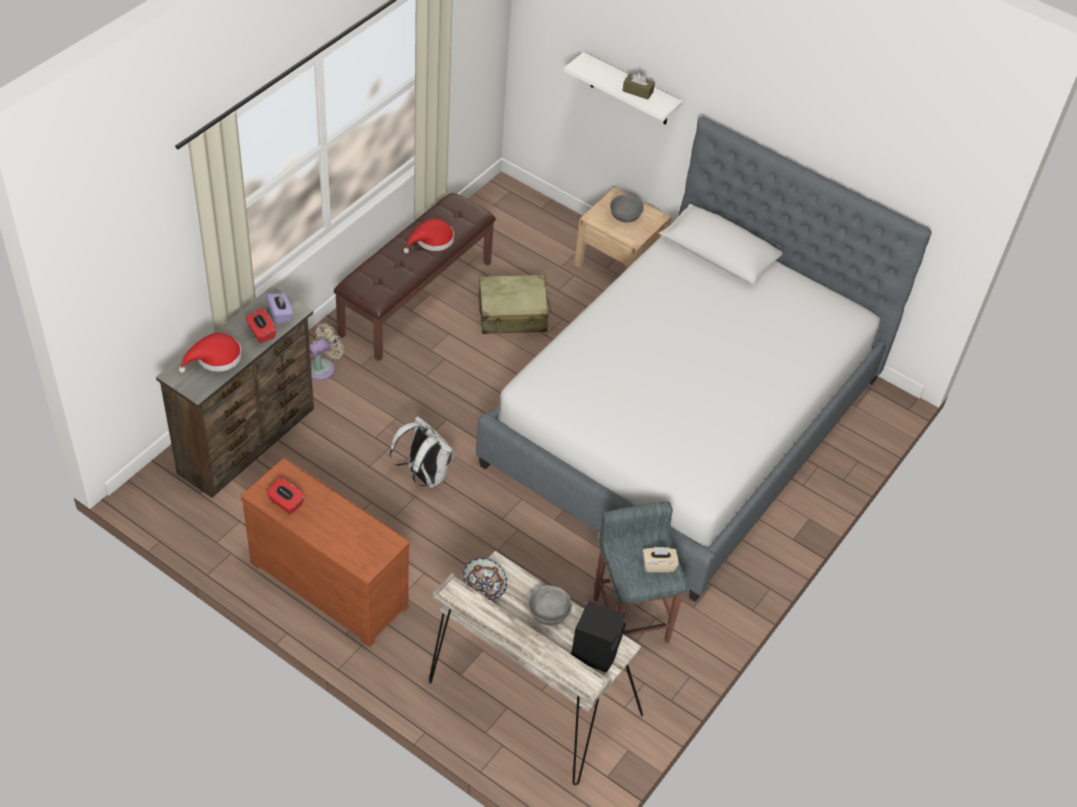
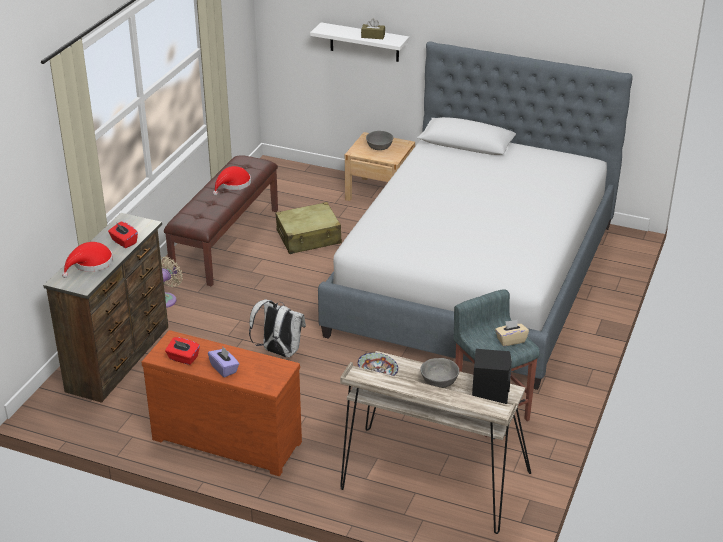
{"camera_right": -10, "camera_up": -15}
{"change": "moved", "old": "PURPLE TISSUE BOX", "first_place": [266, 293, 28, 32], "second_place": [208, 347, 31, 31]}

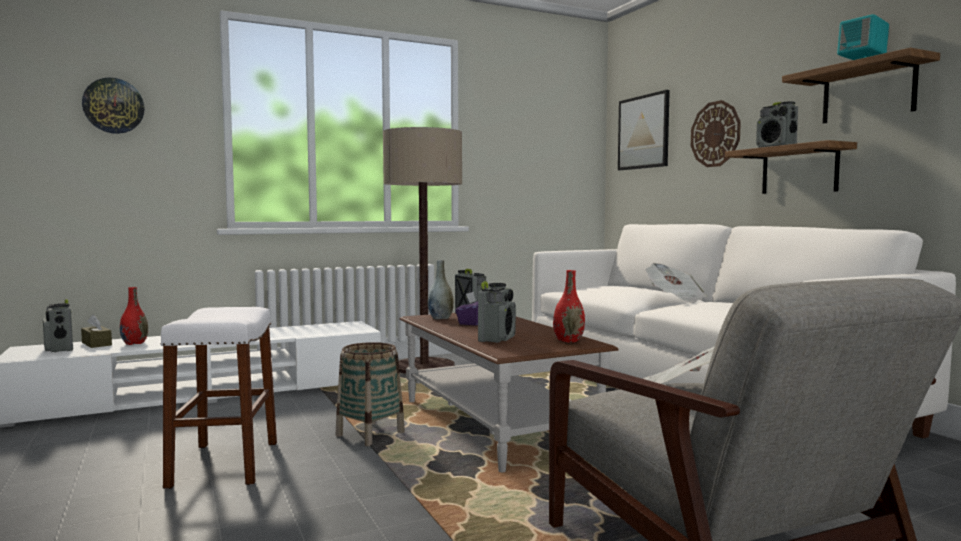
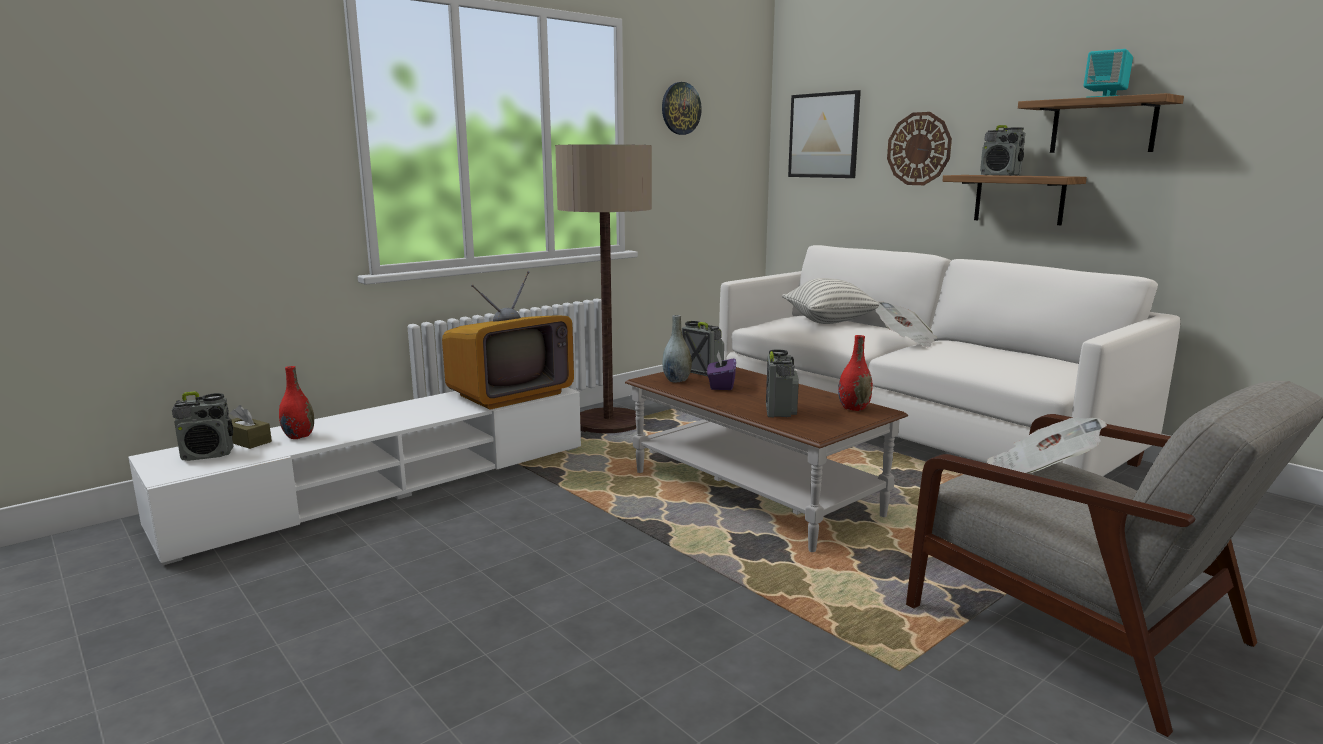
{"camera_right": -15, "camera_up": 10}
{"change": "removed", "old": "WHITE STOOL", "first_place": [160, 307, 117, 182]}
{"change": "removed", "old": "BASKET", "first_place": [336, 342, 69, 104]}
{"change": "added", "new": "TELEVISION", "second_place": [442, 271, 132, 138]}
{"change": "added", "new": "PILLOW", "second_place": [782, 278, 97, 46]}
{"change": "moved", "old": "WALL CLOCK", "first_place": [82, 78, 62, 56], "second_place": [662, 82, 40, 53]}
{"change": "turned", "old": "RADIO", "first_place": [43, 299, 30, 53], "second_place": [172, 392, 61, 69], "degrees": -60}

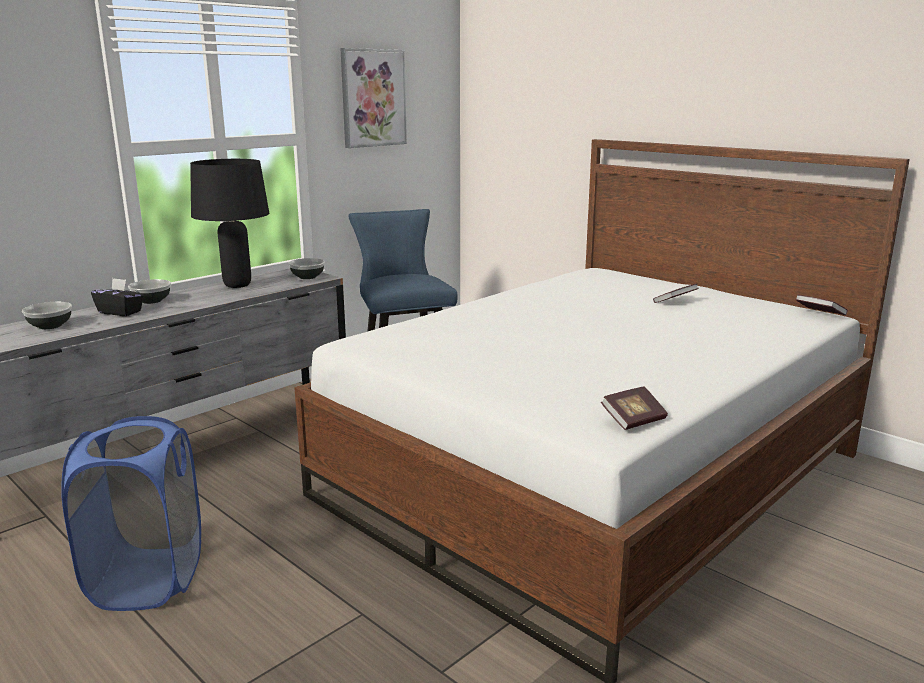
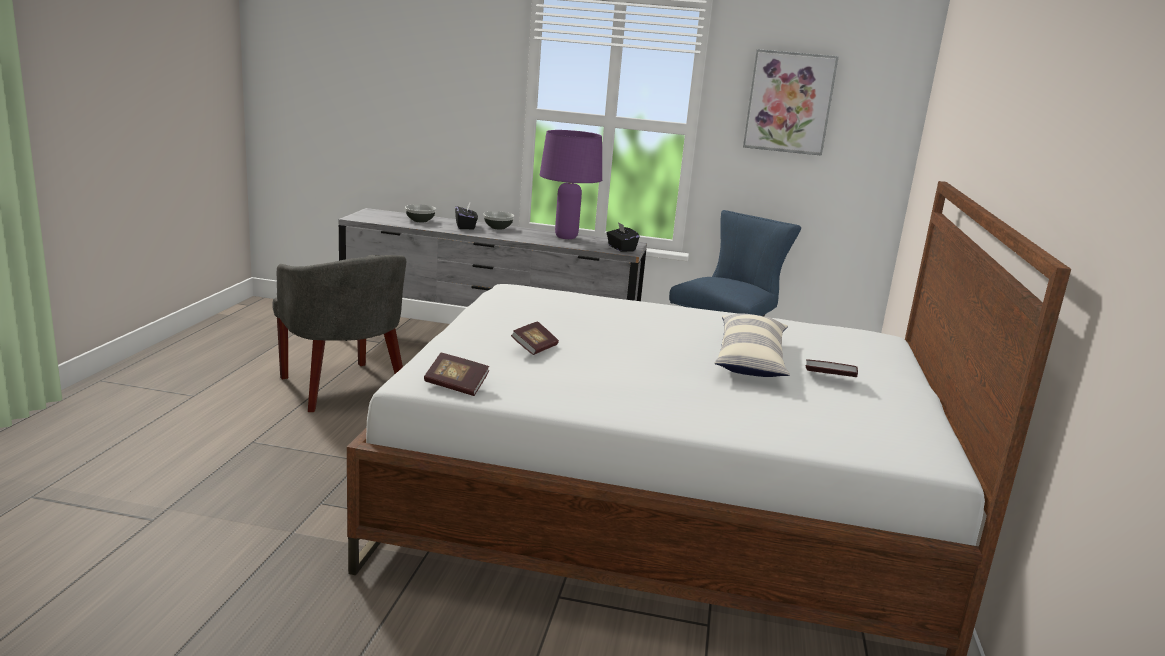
{"camera_right": 55, "camera_up": 0}
{"change": "added", "new": "PILLOW", "second_place": [714, 313, 76, 64]}
{"change": "moved", "old": "BOOK", "first_place": [796, 295, 52, 20], "second_place": [511, 321, 48, 34]}
{"change": "replaced", "old": "BLUE LAUNDRY BASKET", "new": "GREY ARMCHAIR", "first_place": [61, 416, 140, 195], "second_place": [272, 255, 134, 157]}
{"change": "replaced", "old": "BOWL", "new": "BLACK TISSUE BOX", "first_place": [288, 258, 37, 21], "second_place": [607, 222, 33, 30]}
{"change": "recoloured", "old": "BLACK TABLE LAMP", "new": "PURPLE TABLE LAMP", "first_place": [190, 159, 79, 129], "second_place": [540, 130, 62, 109]}

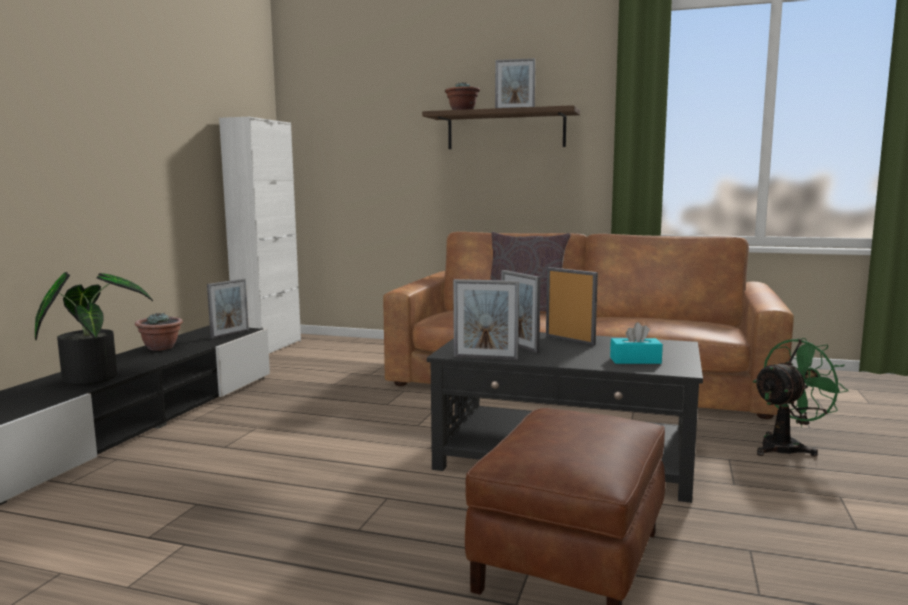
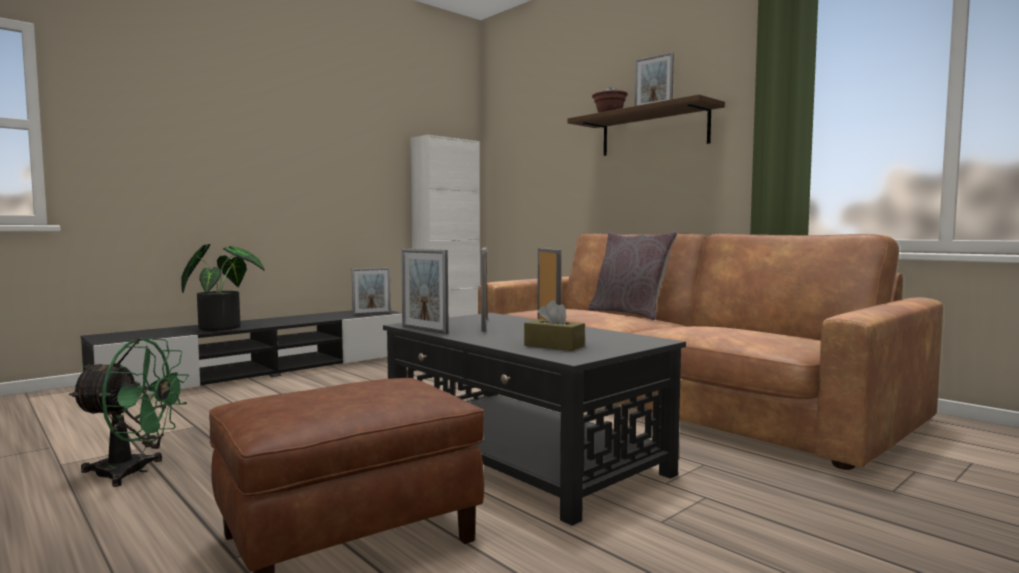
{"camera_right": 30, "camera_up": -5}
{"change": "removed", "old": "POTTED PLANT", "first_place": [135, 312, 48, 39]}
{"change": "moved", "old": "GREEN FAN", "first_place": [753, 338, 96, 119], "second_place": [69, 338, 121, 149]}
{"change": "recoloured", "old": "TURQUOISE TISSUE BOX", "new": "BROWN TISSUE BOX", "first_place": [610, 322, 53, 42], "second_place": [524, 300, 61, 51]}

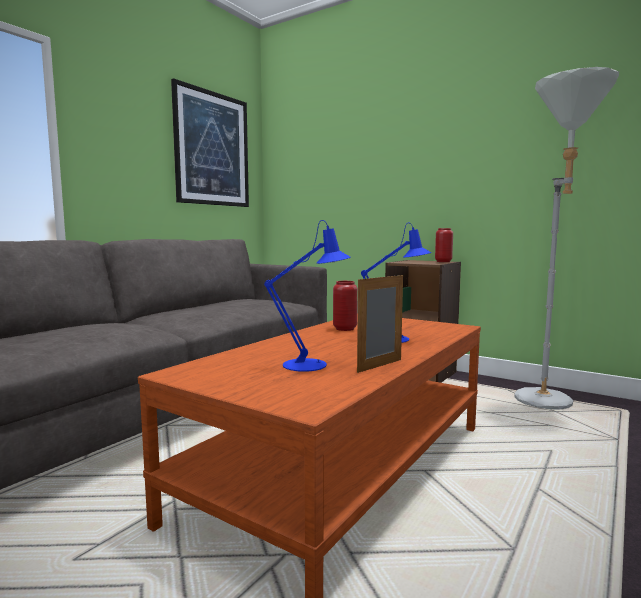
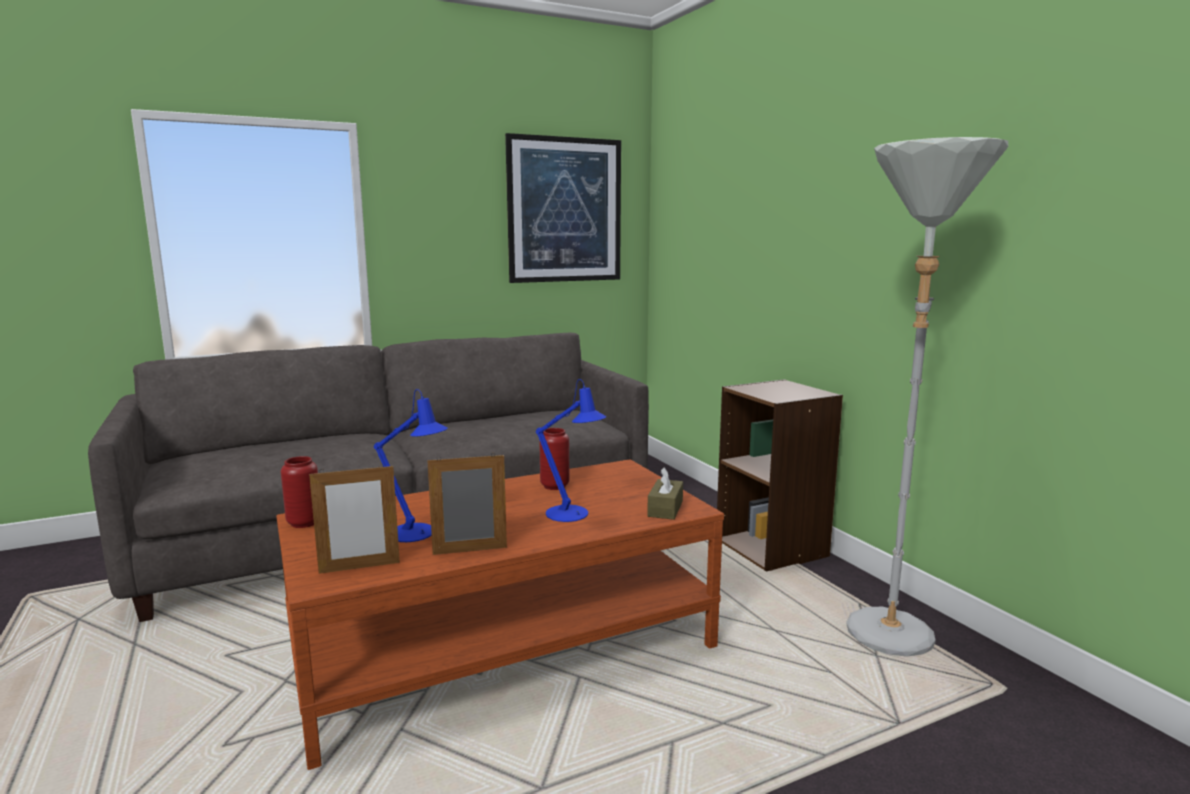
{"camera_right": 30, "camera_up": 5}
{"change": "added", "new": "PICTURE FRAME", "second_place": [309, 464, 91, 110]}
{"change": "added", "new": "BROWN TISSUE BOX", "second_place": [647, 467, 36, 53]}
{"change": "moved", "old": "RED VASE", "first_place": [435, 228, 18, 34], "second_place": [281, 456, 37, 72]}

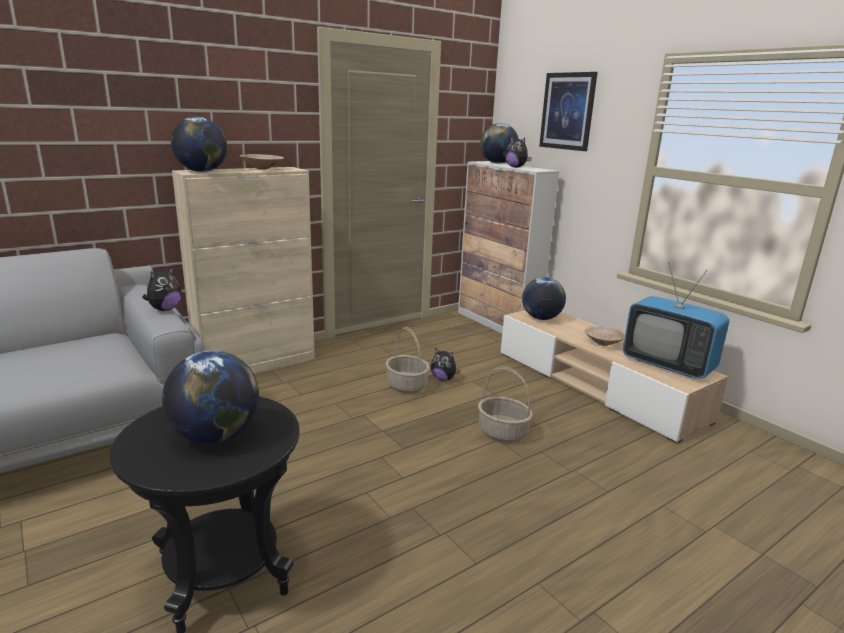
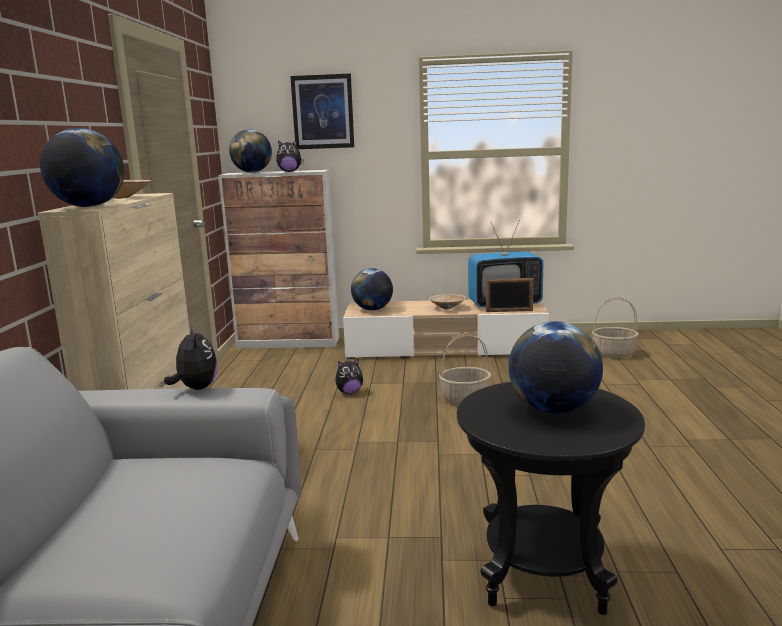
{"camera_right": -50, "camera_up": -5}
{"change": "added", "new": "PICTURE FRAME", "second_place": [486, 278, 48, 34]}
{"change": "moved", "old": "BASKET", "first_place": [386, 327, 44, 67], "second_place": [592, 297, 47, 61]}

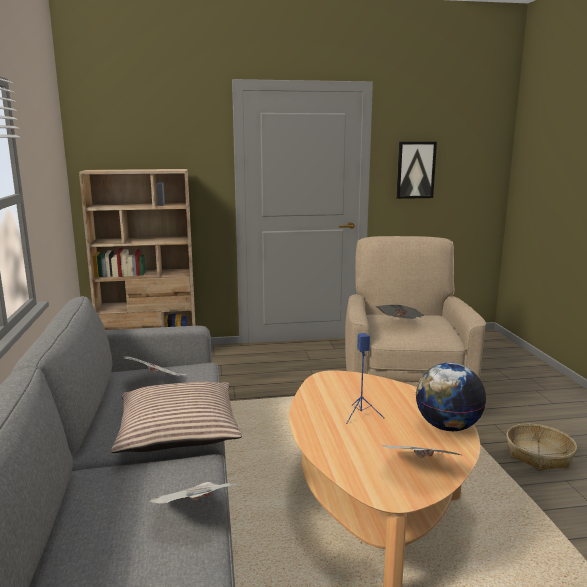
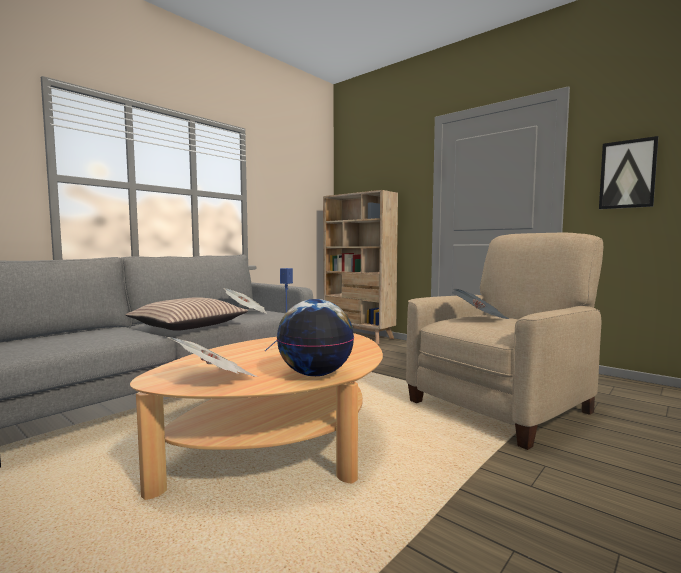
{"camera_right": 50, "camera_up": -10}
{"change": "removed", "old": "NEWSPAPER", "first_place": [150, 482, 90, 22]}
{"change": "removed", "old": "BASKET", "first_place": [506, 424, 71, 47]}

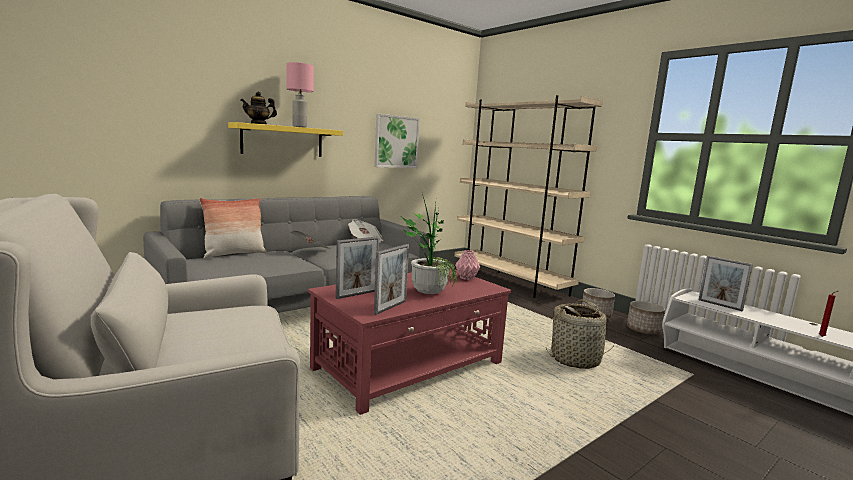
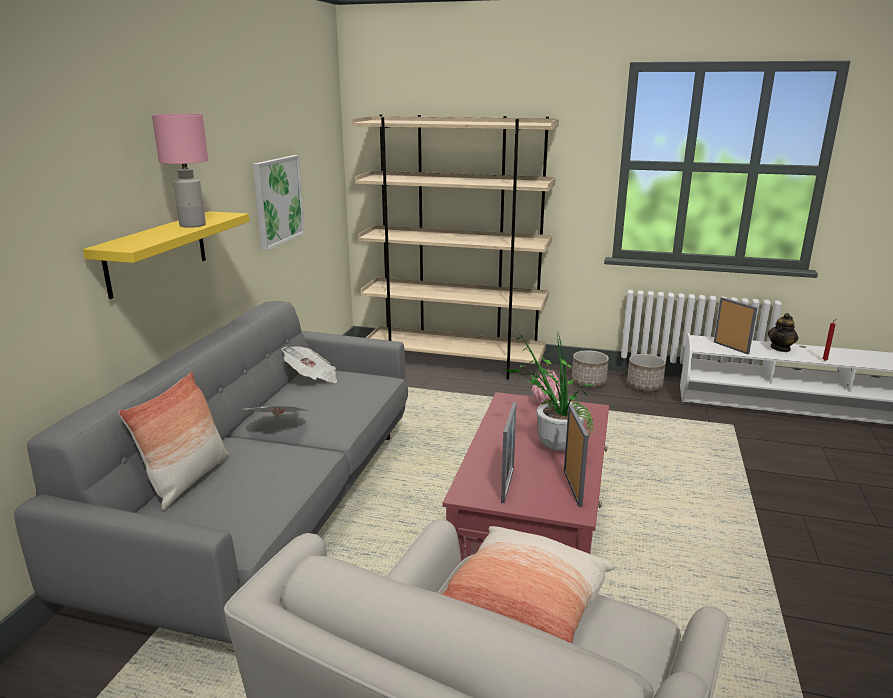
{"camera_right": -35, "camera_up": 10}
{"change": "removed", "old": "BASKET", "first_place": [546, 299, 70, 70]}
{"change": "added", "new": "PILLOW", "second_place": [442, 526, 174, 118]}
{"change": "moved", "old": "TEAPOT", "first_place": [240, 91, 37, 33], "second_place": [768, 313, 30, 39]}
{"change": "turned", "old": "PICTURE FRAME", "first_place": [699, 255, 54, 57], "second_place": [714, 297, 43, 57], "degrees": -135}

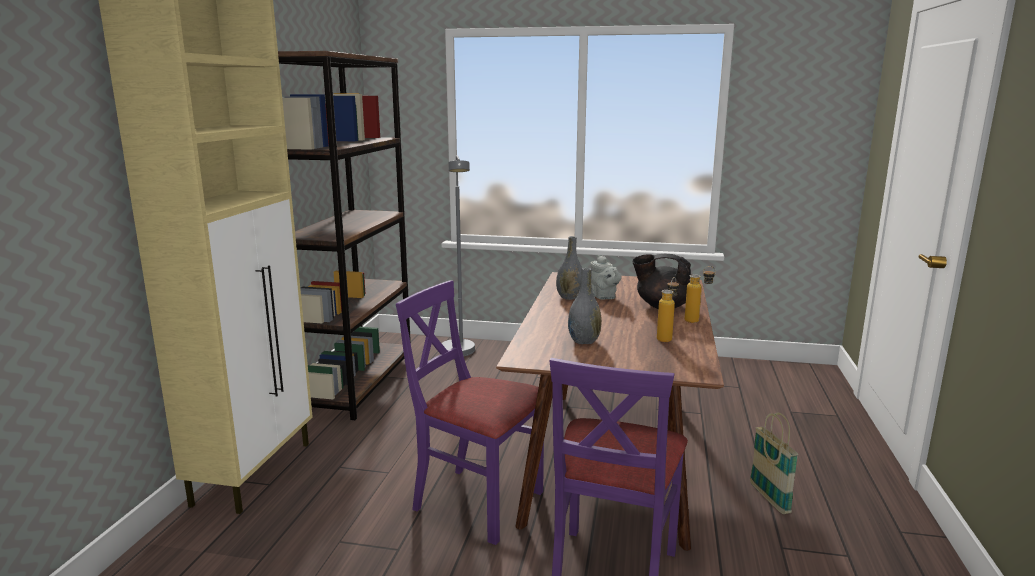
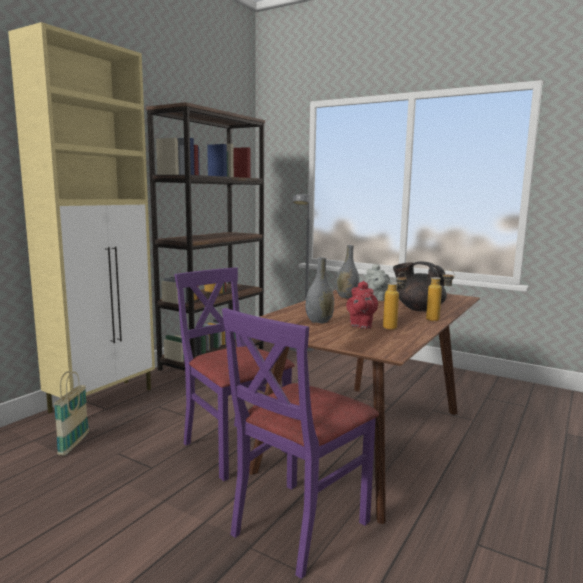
{"camera_right": 20, "camera_up": -5}
{"change": "added", "new": "RED TEAPOT", "second_place": [346, 281, 32, 48]}
{"change": "moved", "old": "BASKET", "first_place": [750, 413, 48, 101], "second_place": [54, 371, 35, 85]}

